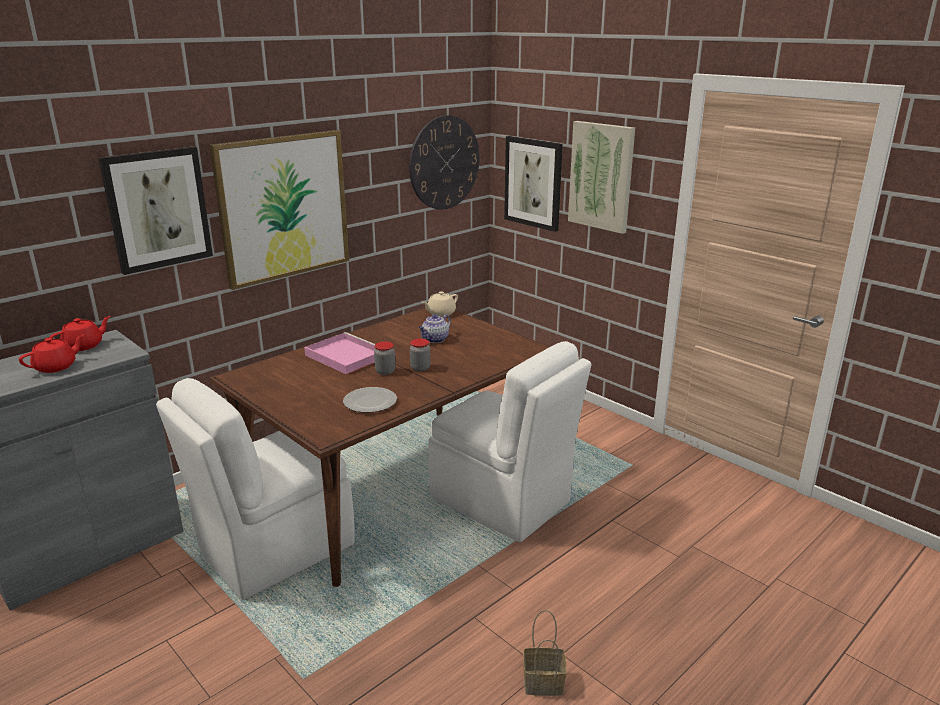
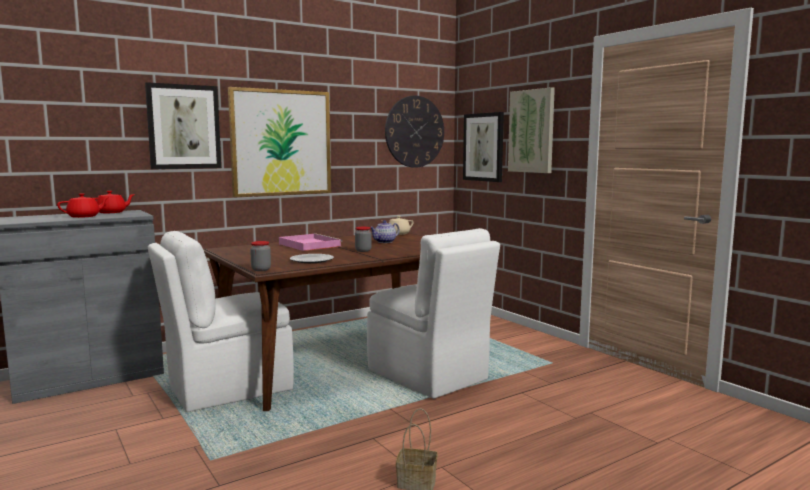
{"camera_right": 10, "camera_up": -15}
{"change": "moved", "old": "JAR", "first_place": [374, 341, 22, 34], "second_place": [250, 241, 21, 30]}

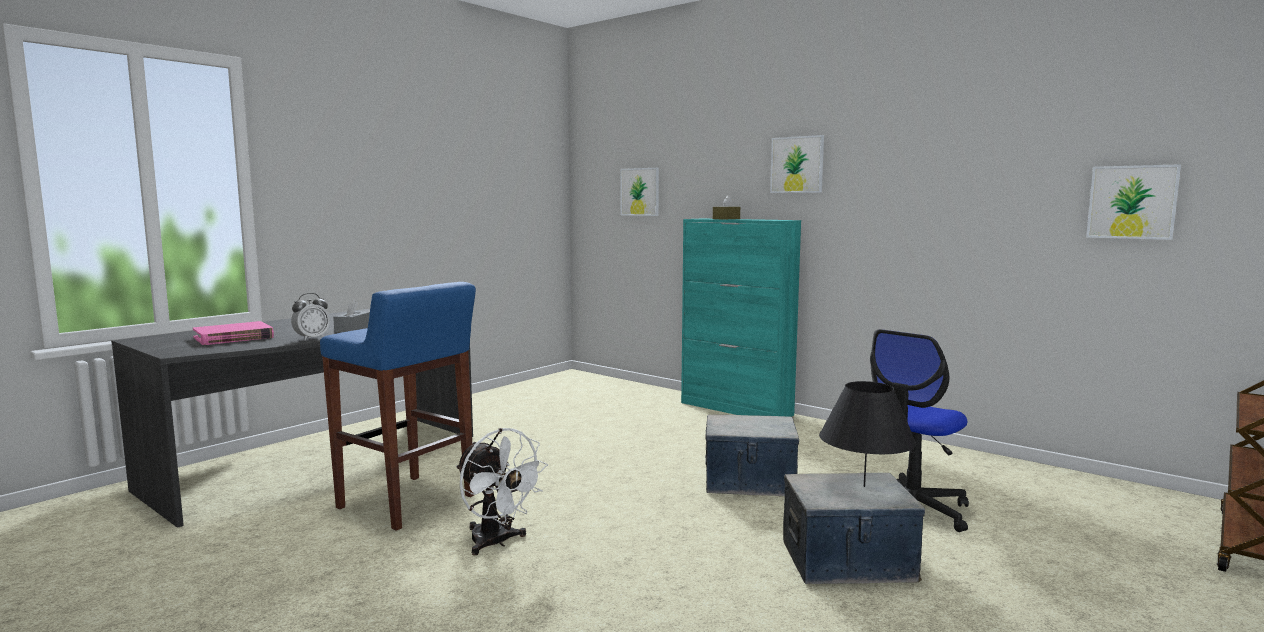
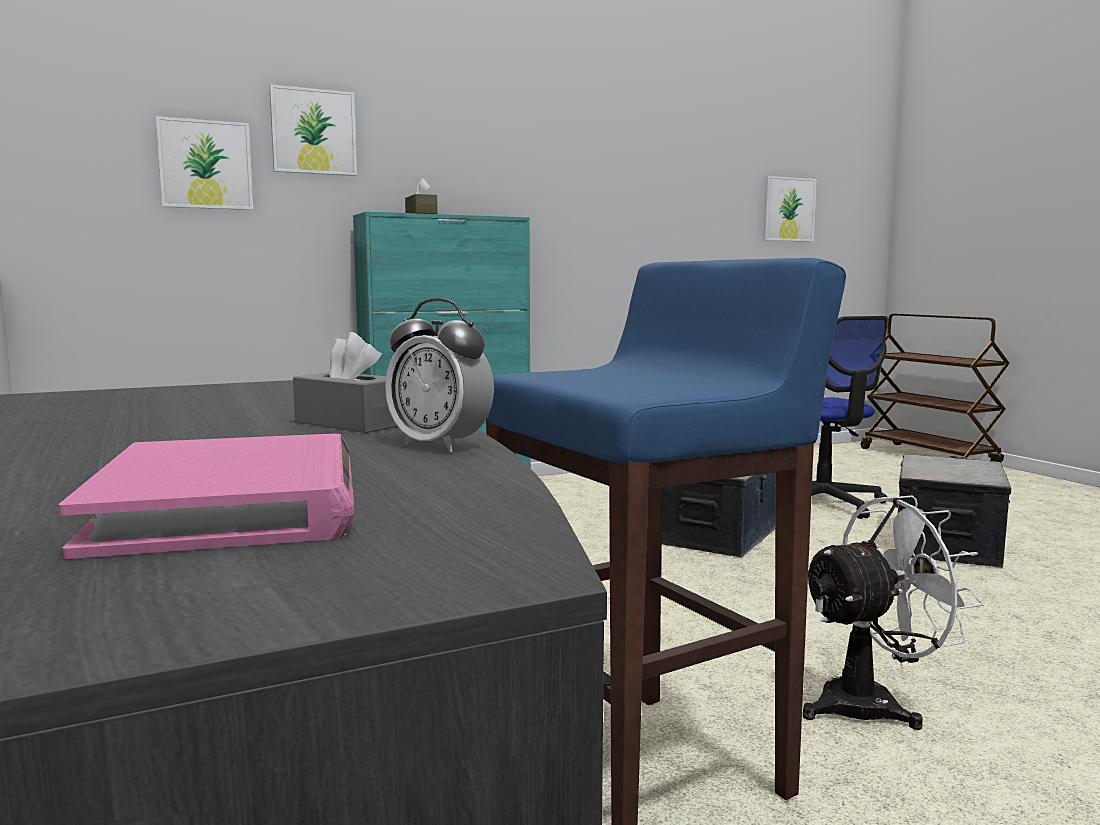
{"camera_right": -65, "camera_up": 0}
{"change": "removed", "old": "BLACK TABLE LAMP", "first_place": [819, 381, 97, 106]}
{"change": "moved", "old": "PICTURE", "first_place": [770, 135, 54, 58], "second_place": [269, 85, 88, 91]}
{"change": "turned", "old": "ALARM CLOCK", "first_place": [291, 293, 39, 48], "second_place": [385, 298, 109, 154], "degrees": 150}

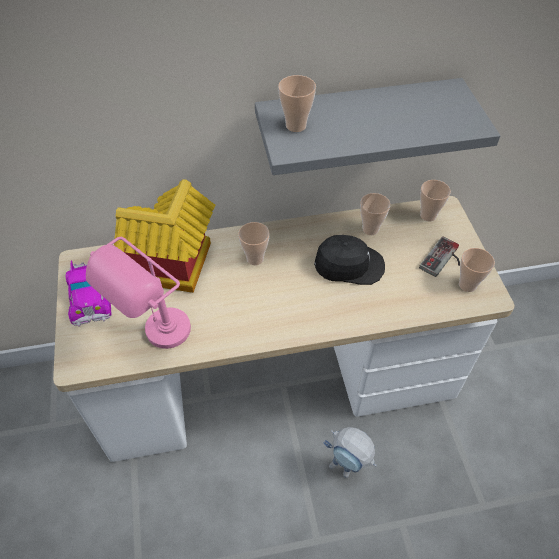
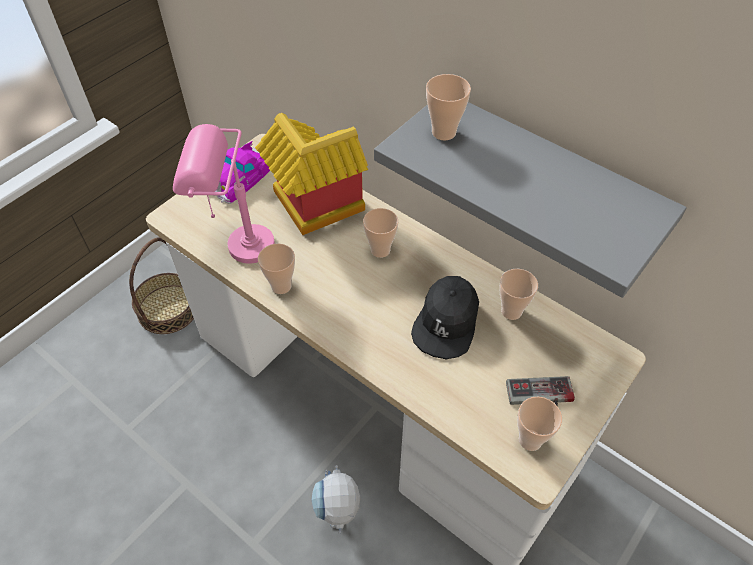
{"camera_right": 50, "camera_up": 0}
{"change": "added", "new": "BASKET", "second_place": [129, 237, 65, 97]}
{"change": "moved", "old": "CUP", "first_place": [420, 180, 31, 42], "second_place": [258, 244, 37, 50]}
{"change": "turned", "old": "BLACK CAP", "first_place": [314, 235, 71, 50], "second_place": [411, 276, 68, 83], "degrees": 60}

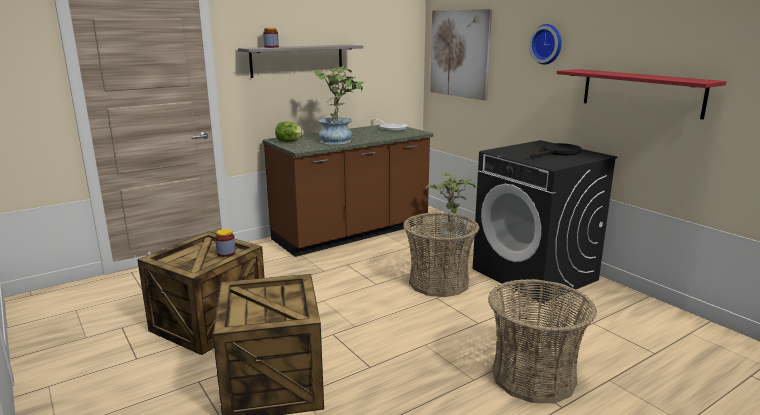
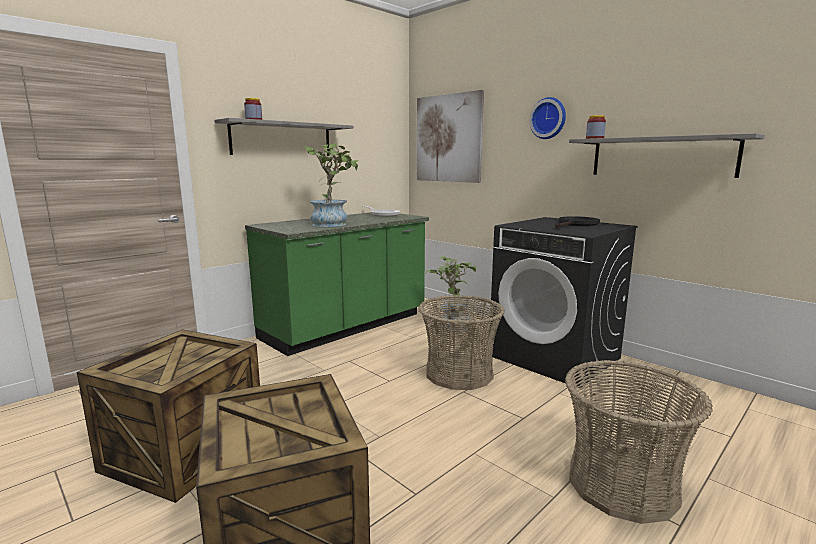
{"camera_right": -10, "camera_up": -5}
{"change": "removed", "old": "LETTUCE", "first_place": [275, 122, 29, 20]}
{"change": "moved", "old": "JAR", "first_place": [215, 229, 21, 28], "second_place": [586, 115, 20, 24]}
{"change": "recoloured", "old": "BROWN COUNTER", "new": "GREEN COUNTER", "first_place": [263, 125, 170, 132], "second_place": [245, 212, 184, 144]}
{"change": "recoloured", "old": "RED SHELF", "new": "GREY SHELF", "first_place": [557, 69, 170, 51], "second_place": [569, 133, 196, 45]}

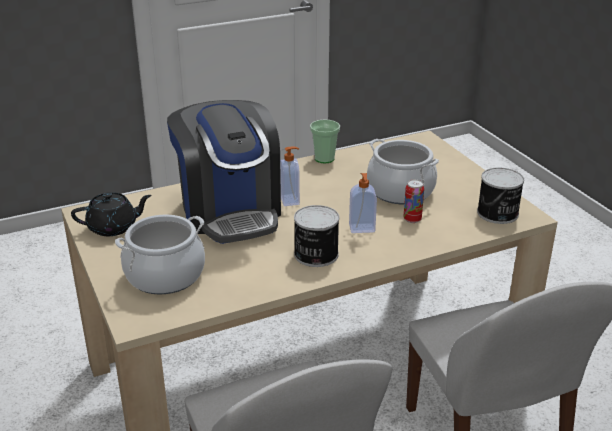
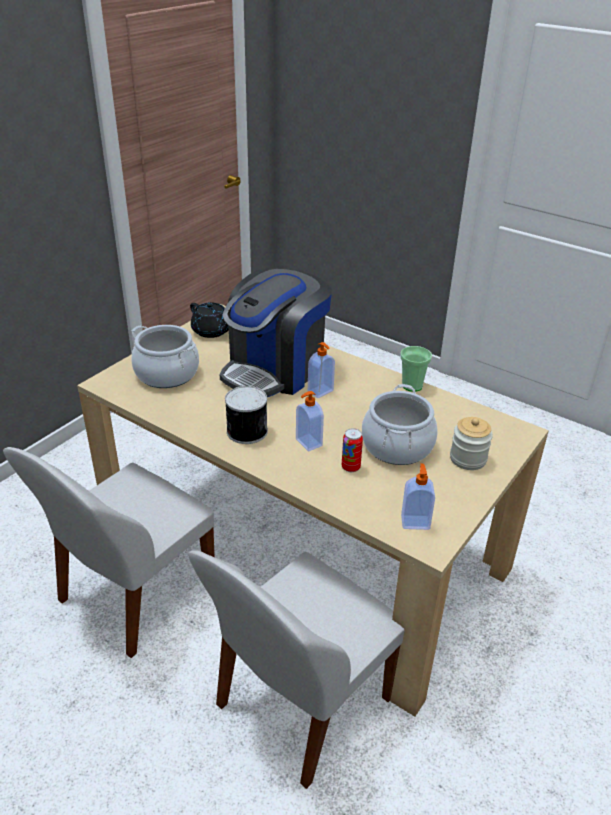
{"camera_right": 60, "camera_up": 5}
{"change": "added", "new": "JAR", "second_place": [450, 417, 43, 53]}
{"change": "replaced", "old": "CAN", "new": "SOAP DISPENSER", "first_place": [477, 168, 47, 56], "second_place": [401, 463, 34, 67]}

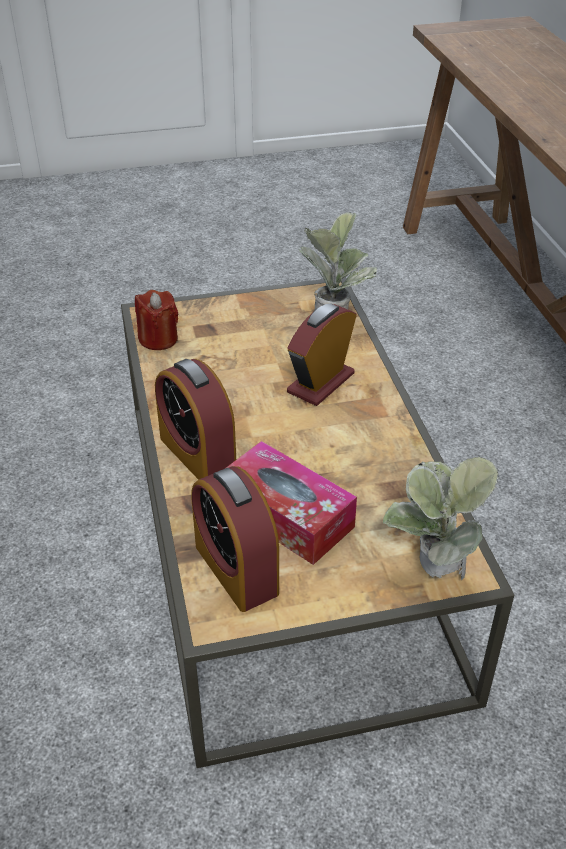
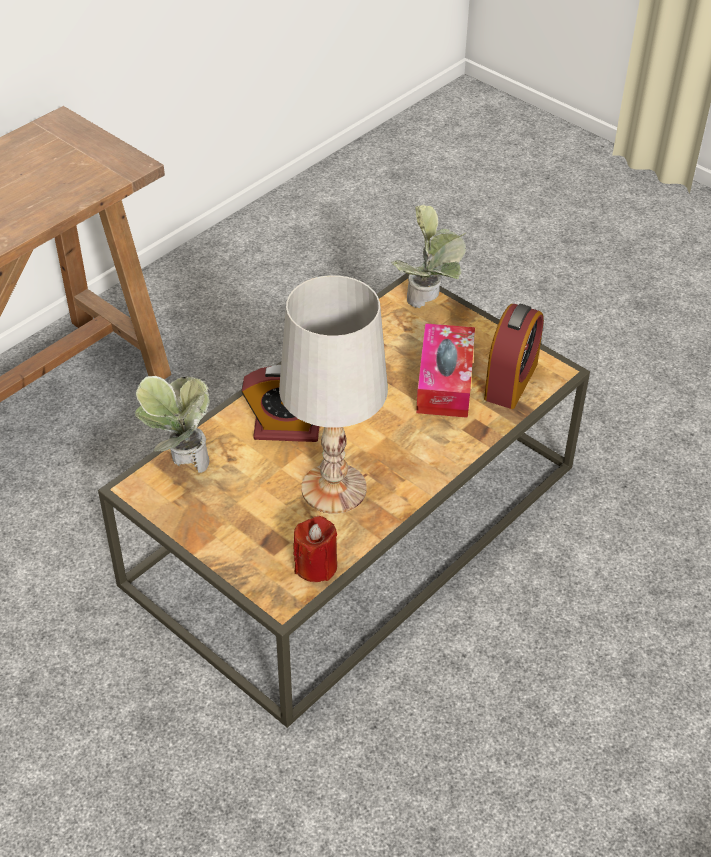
{"camera_right": -125, "camera_up": 5}
{"change": "removed", "old": "ALARM CLOCK", "first_place": [155, 359, 81, 121]}
{"change": "added", "new": "WHITE TABLE LAMP", "second_place": [279, 275, 109, 239]}

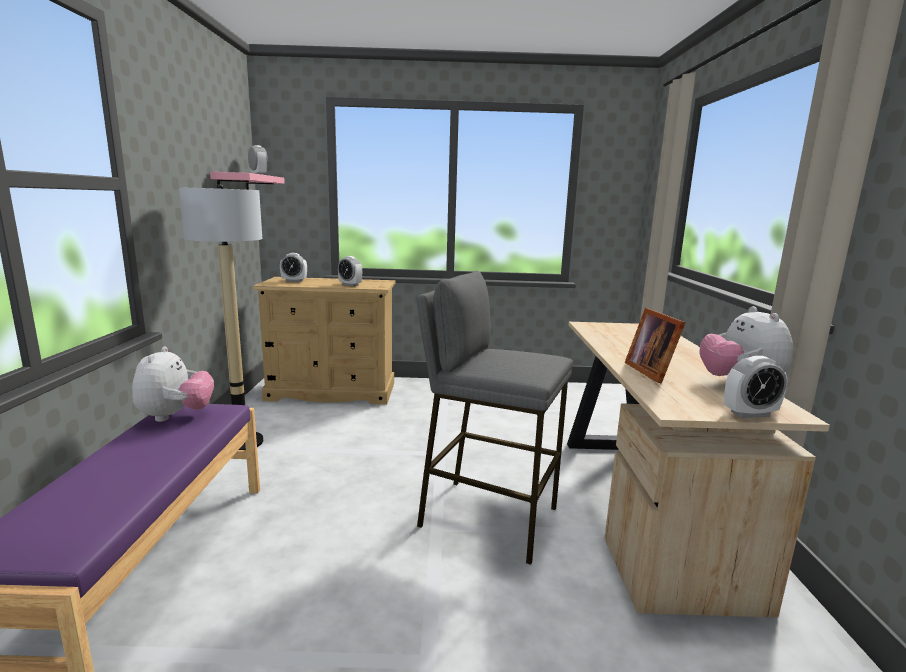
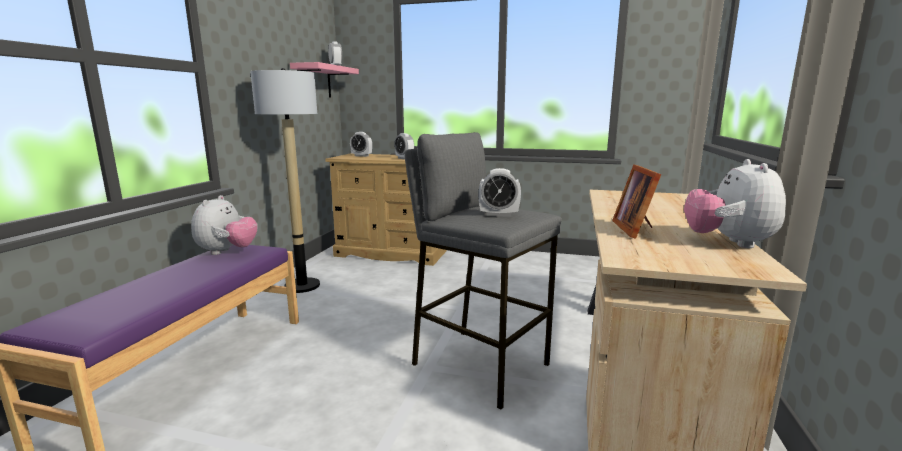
{"camera_right": 15, "camera_up": 0}
{"change": "moved", "old": "ALARM CLOCK", "first_place": [724, 356, 63, 62], "second_place": [478, 168, 43, 49]}

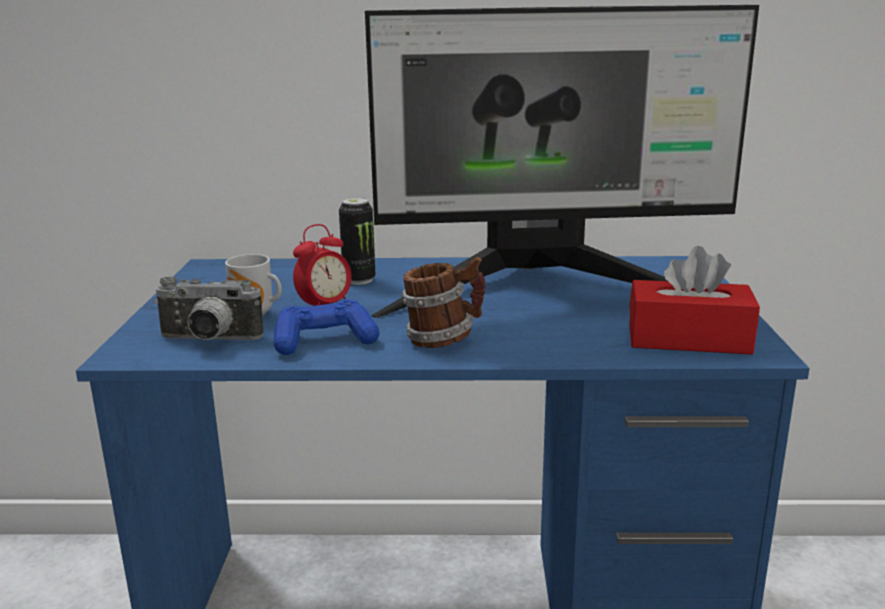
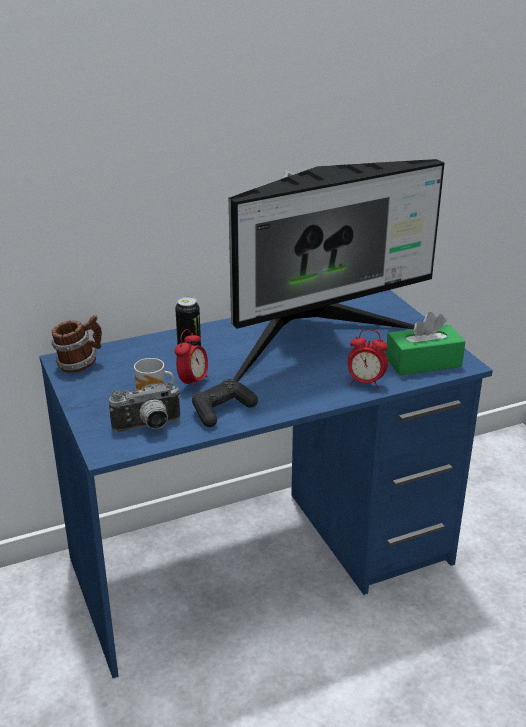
{"camera_right": -25, "camera_up": 10}
{"change": "added", "new": "ALARM CLOCK", "second_place": [348, 329, 40, 60]}
{"change": "moved", "old": "MUG", "first_place": [402, 257, 83, 91], "second_place": [51, 315, 51, 58]}
{"change": "recoloured", "old": "BLUE GAME CONTROLLER", "new": "BLACK GAME CONTROLLER", "first_place": [273, 299, 106, 56], "second_place": [192, 379, 66, 48]}
{"change": "recoloured", "old": "RED TISSUE BOX", "new": "GREEN TISSUE BOX", "first_place": [629, 246, 131, 109], "second_place": [386, 312, 79, 64]}

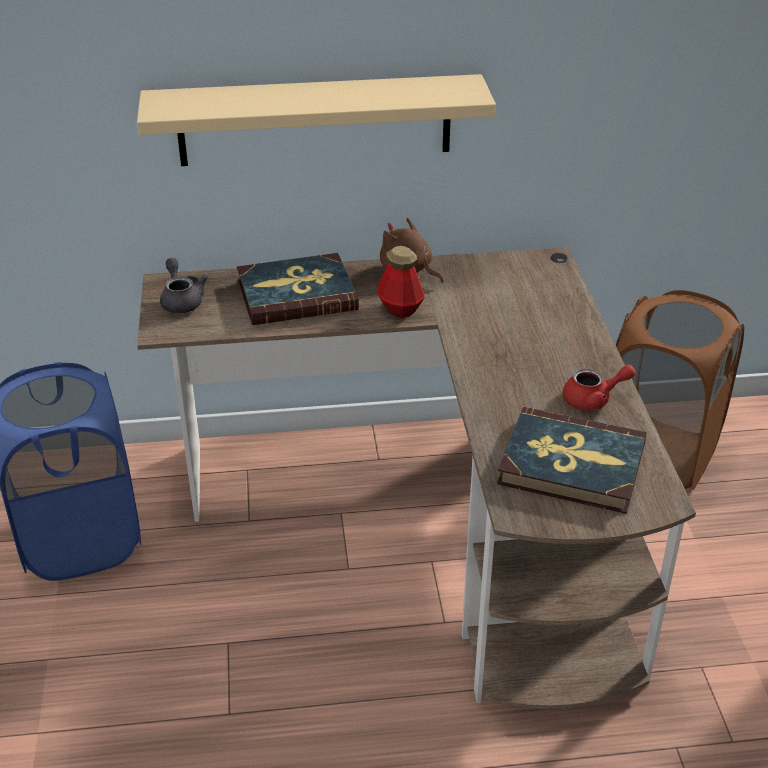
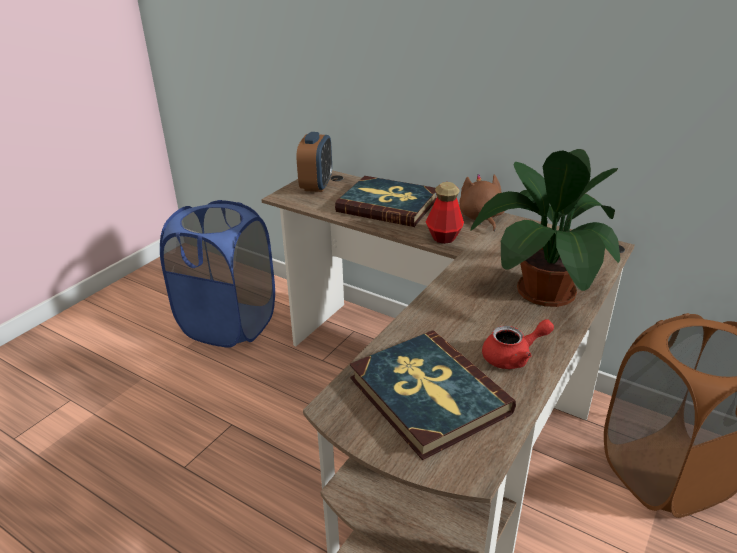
{"camera_right": 40, "camera_up": -5}
{"change": "removed", "old": "BEIGE SHELF", "first_place": [137, 74, 359, 92]}
{"change": "added", "new": "POTTED PLANT", "second_place": [470, 149, 150, 158]}
{"change": "replaced", "old": "GREY TEAPOT", "new": "ALARM CLOCK", "first_place": [160, 258, 48, 55], "second_place": [297, 132, 35, 60]}
{"change": "turned", "old": "RED TEAPOT", "first_place": [563, 365, 73, 45], "second_place": [482, 319, 72, 50], "degrees": -45}

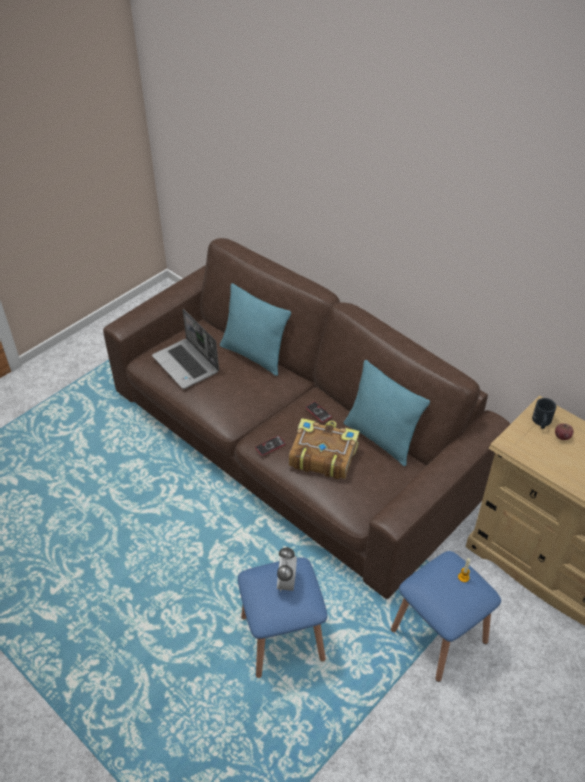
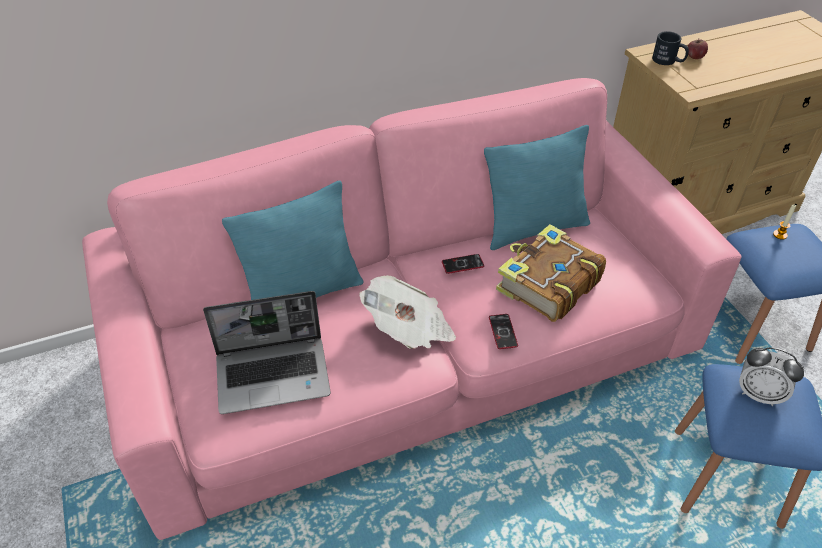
{"camera_right": -65, "camera_up": 0}
{"change": "added", "new": "NEWSPAPER", "second_place": [359, 275, 97, 74]}
{"change": "recoloured", "old": "BROWN SOFA", "new": "PINK SOFA", "first_place": [103, 238, 407, 361], "second_place": [82, 78, 660, 462]}

